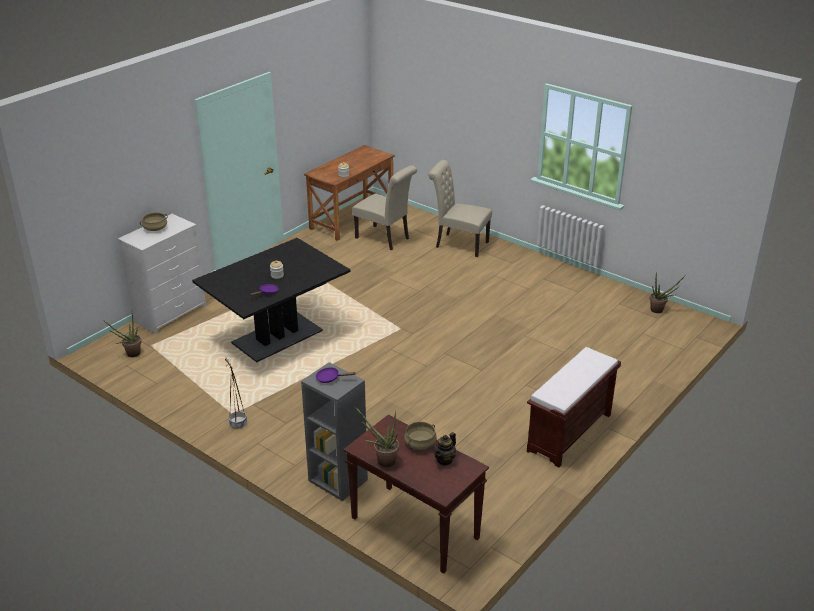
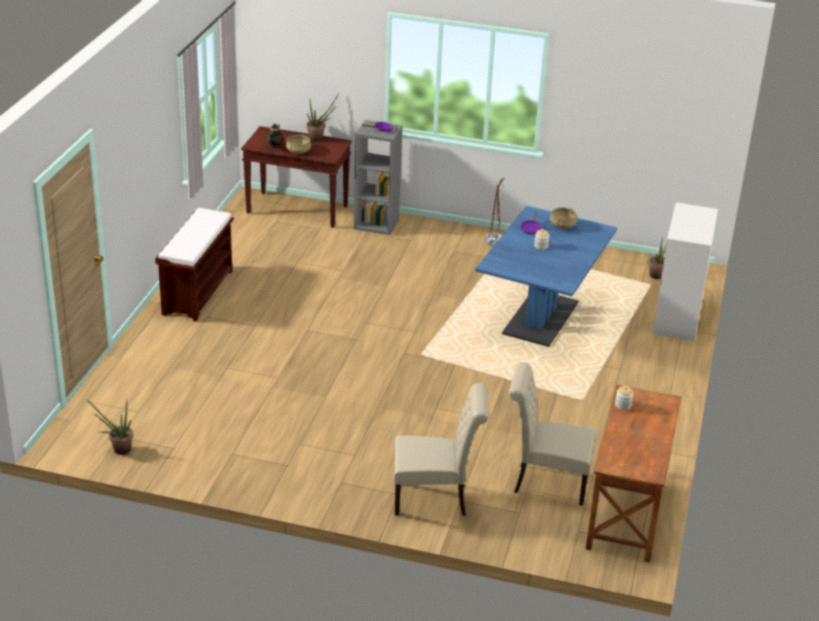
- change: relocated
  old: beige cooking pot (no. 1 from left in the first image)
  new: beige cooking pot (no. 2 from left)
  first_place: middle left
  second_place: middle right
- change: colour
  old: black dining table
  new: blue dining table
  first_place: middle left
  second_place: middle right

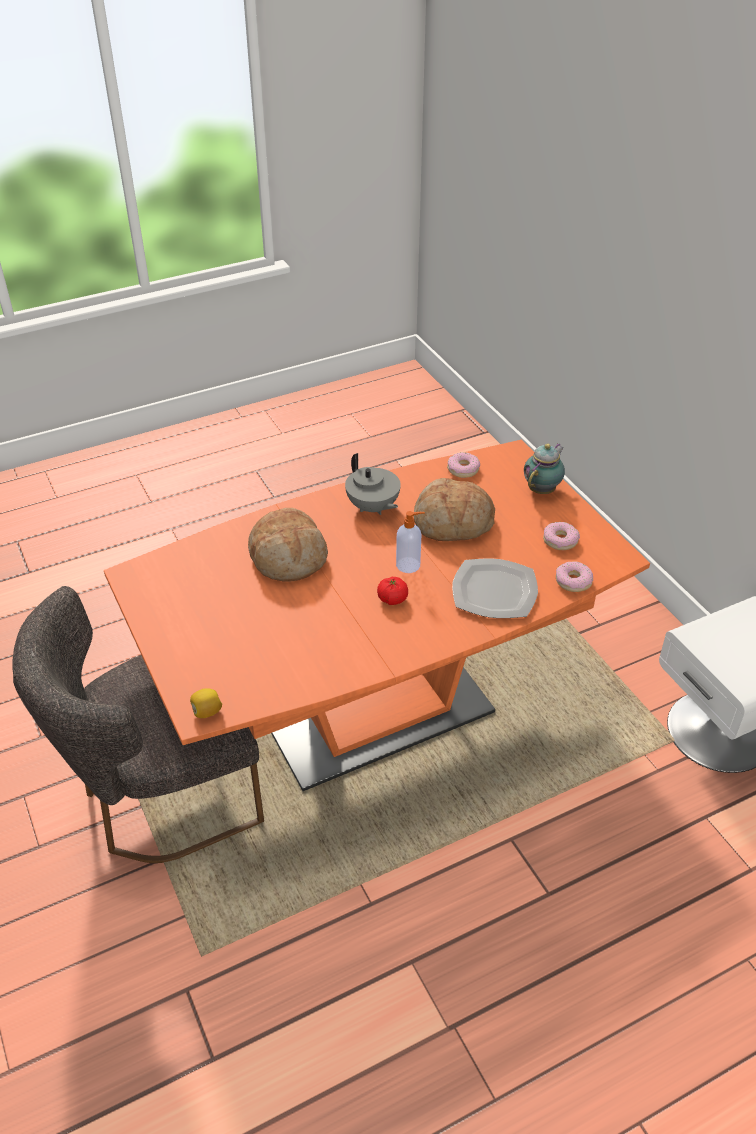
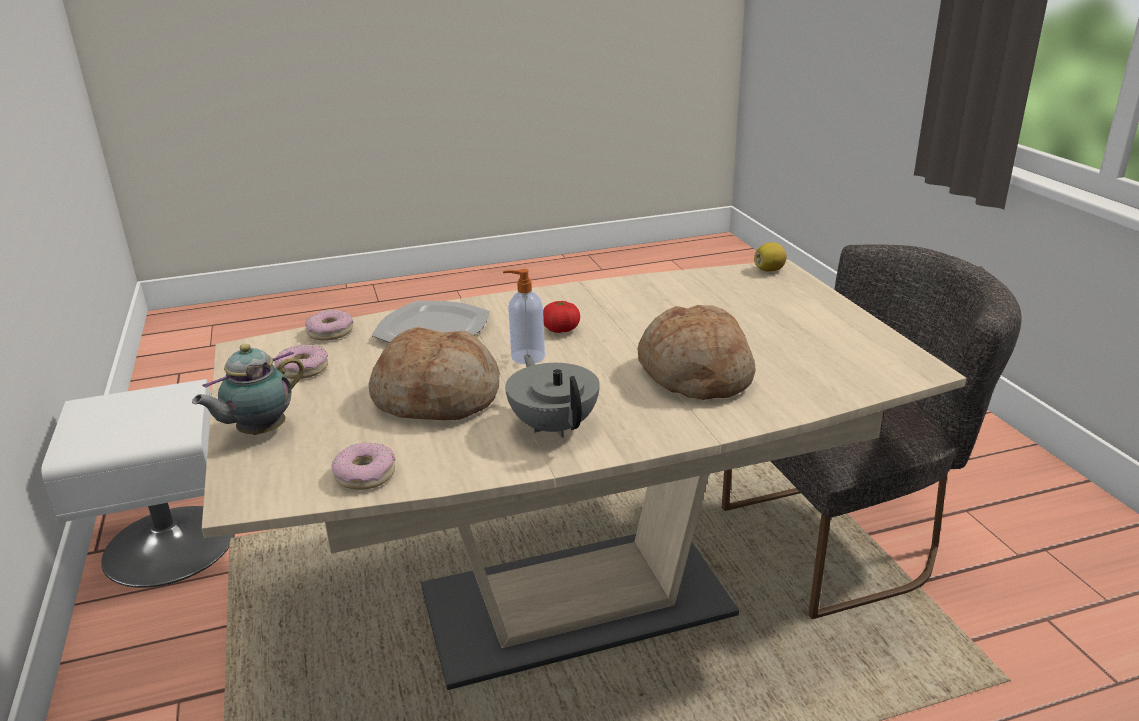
- change: colour
  old: orange dining table
  new: beige dining table
  first_place: centre
  second_place: centre

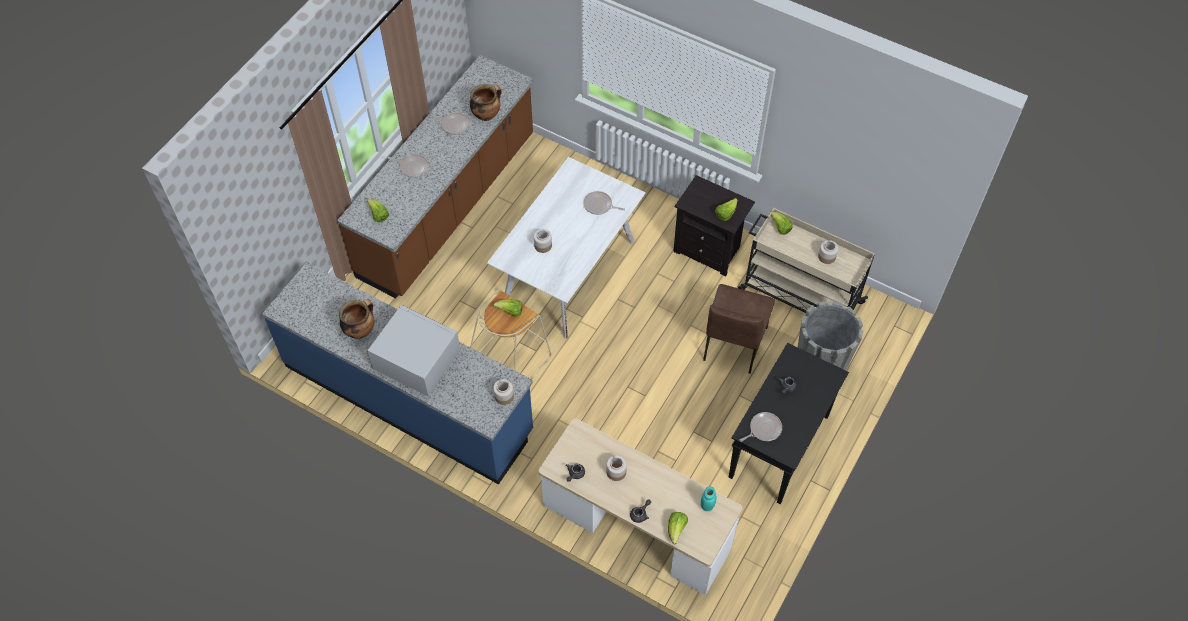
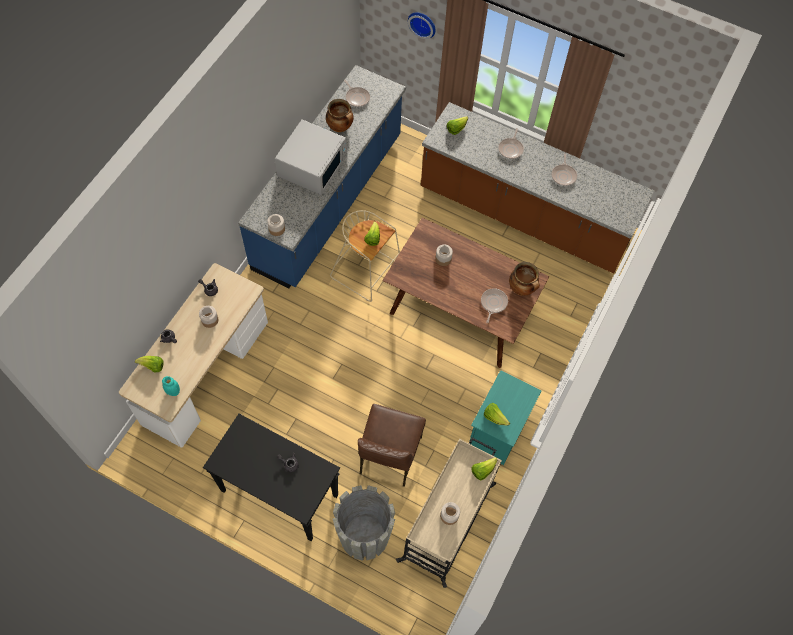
- change: relocated
  old: cooking pot (no. 2 from left)
  first_place: top centre
  second_place: centre
- change: colour
  old: white dining table
  new: brown dining table
  first_place: centre
  second_place: centre
- change: colour
  old: black nightstand
  new: turquoise nightstand
  first_place: centre
  second_place: centre
- change: spun
  old: brown chair
  first_place: centre
  second_place: bottom centre
  degrees: -90
- change: relocated
  old: frying pan (no. 4 from left in the first image)
  new: frying pan (no. 1 from left)
  first_place: bottom centre
  second_place: top centre
- change: appeared
  new: wall clock
  second_place: top centre

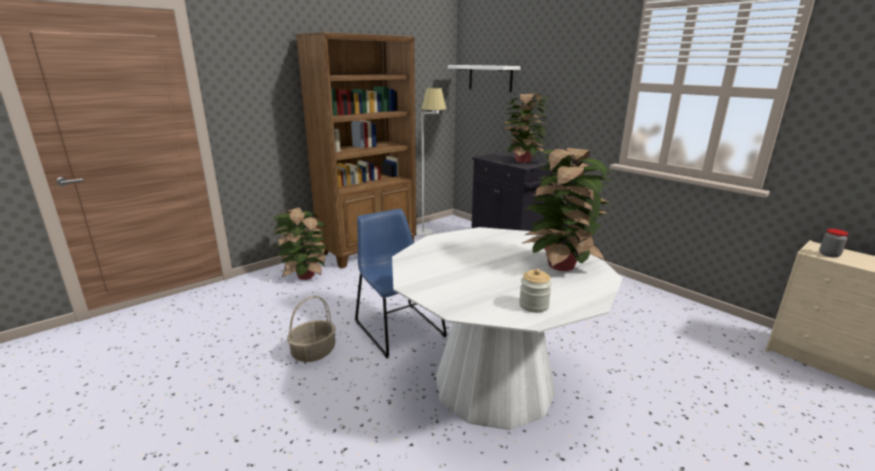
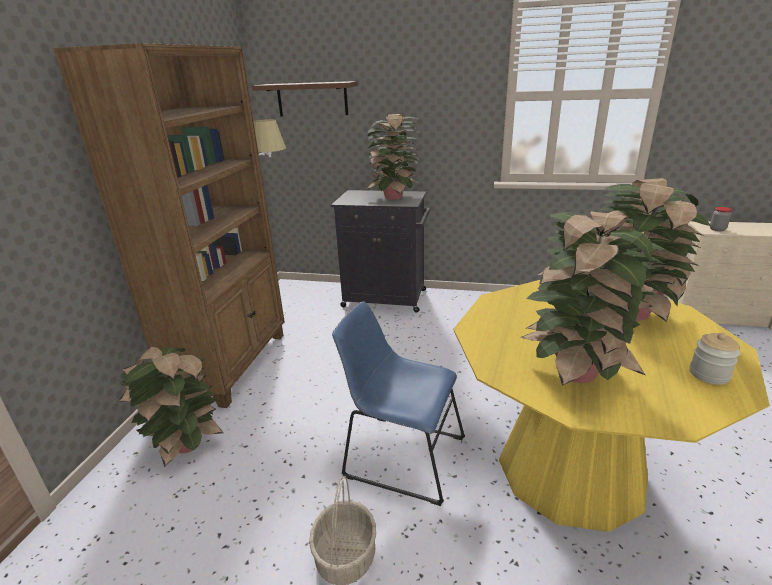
- change: colour
  old: white shelf
  new: brown shelf
  first_place: top centre
  second_place: top centre
- change: colour
  old: white dining table
  new: yellow dining table
  first_place: bottom centre
  second_place: bottom right
- change: appeared
  new: potted plant (no. 3 from left)
  second_place: middle right

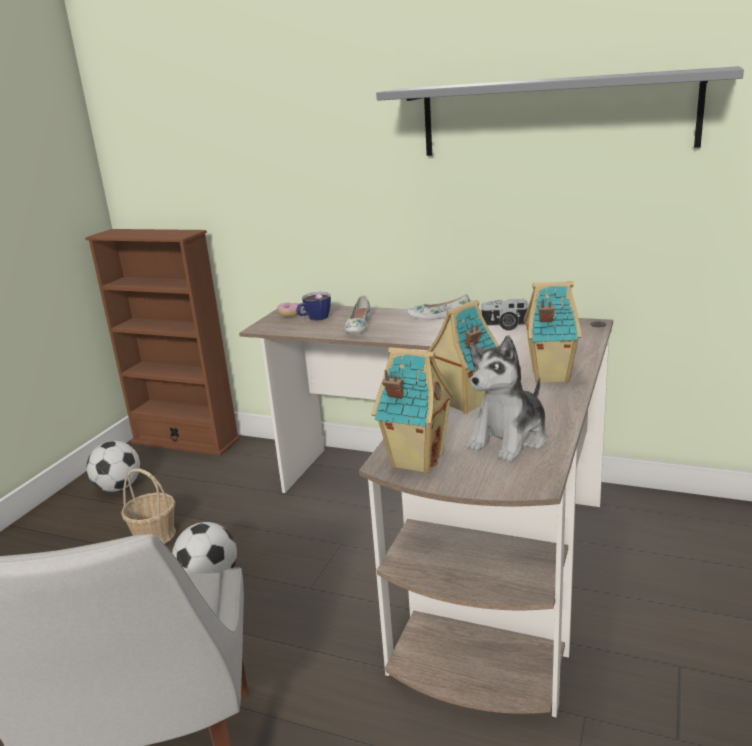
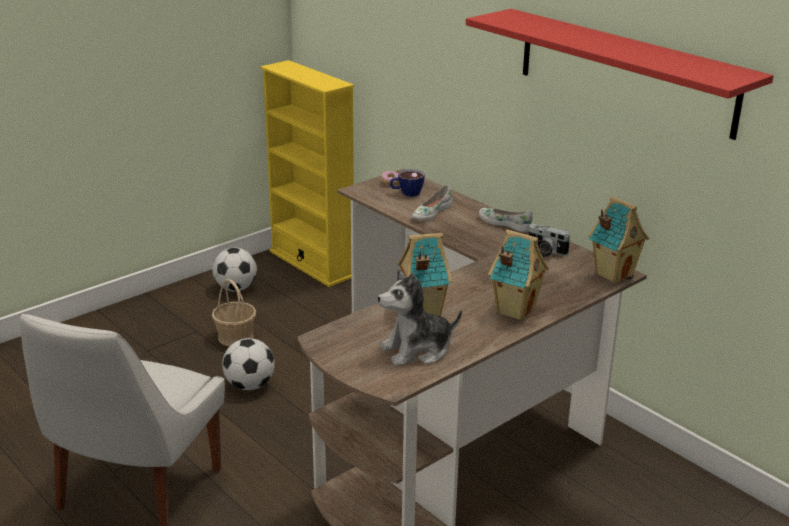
- change: colour
  old: grey shelf
  new: red shelf
  first_place: top right
  second_place: top right
- change: colour
  old: brown bookcase
  new: yellow bookcase
  first_place: middle left
  second_place: top centre
- change: relocated
  old: toy house (no. 1 from left in the first image)
  new: toy house (no. 3 from left)
  first_place: centre
  second_place: middle right

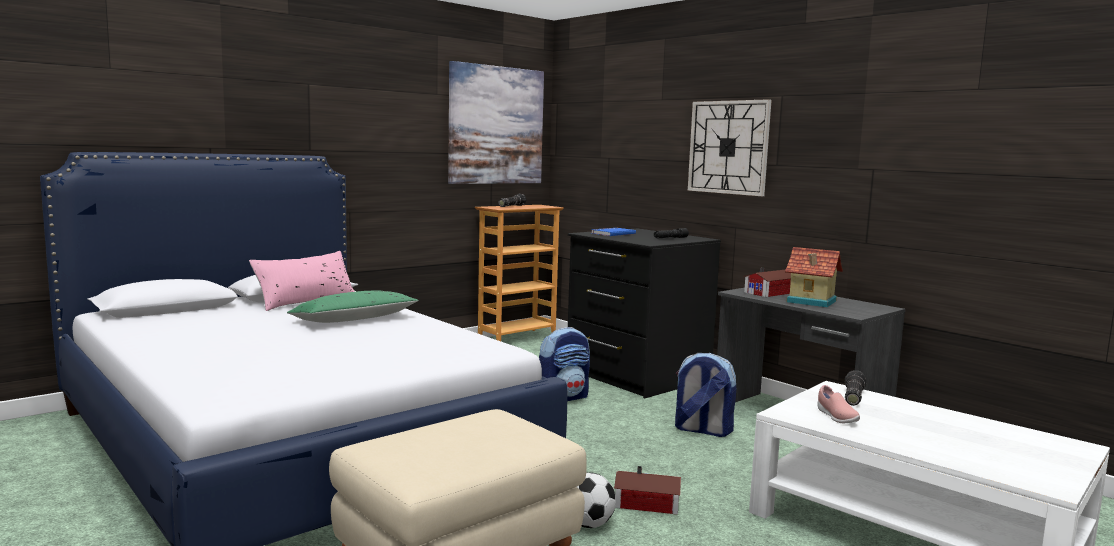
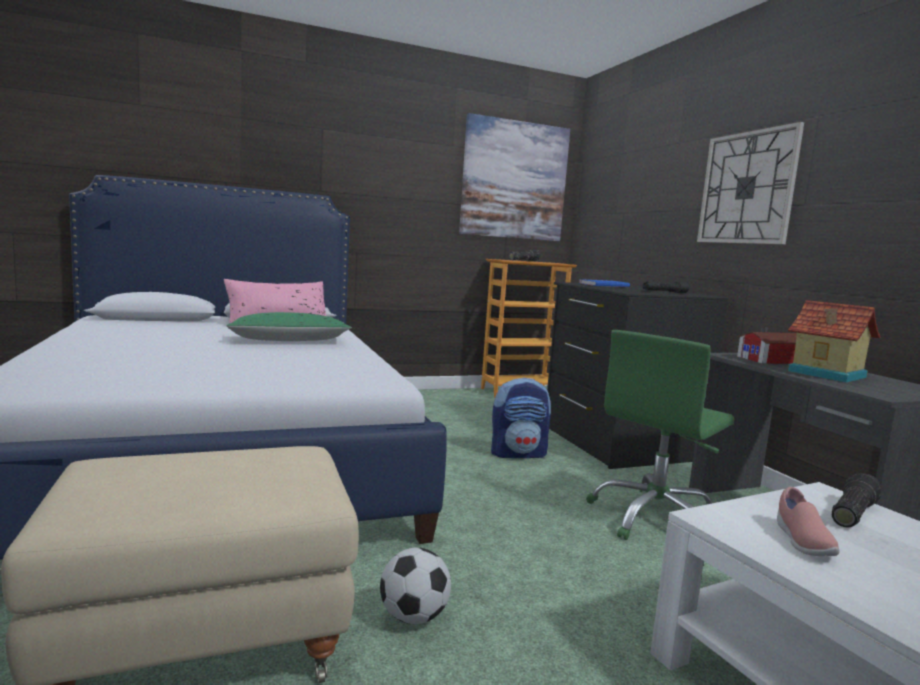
- change: exchanged
  old: backpack (no. 2 from left)
  new: green office chair
  first_place: bottom centre
  second_place: middle right
- change: missing
  old: toy house (no. 1 from left)
  first_place: bottom centre

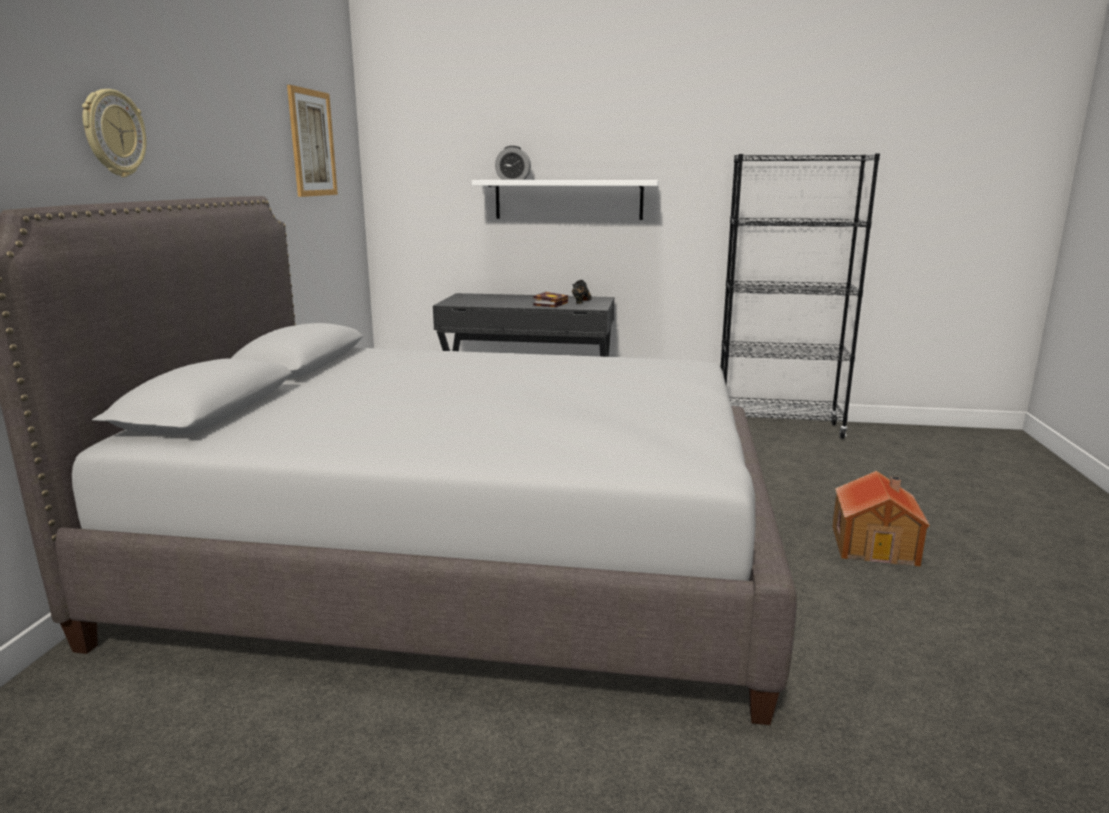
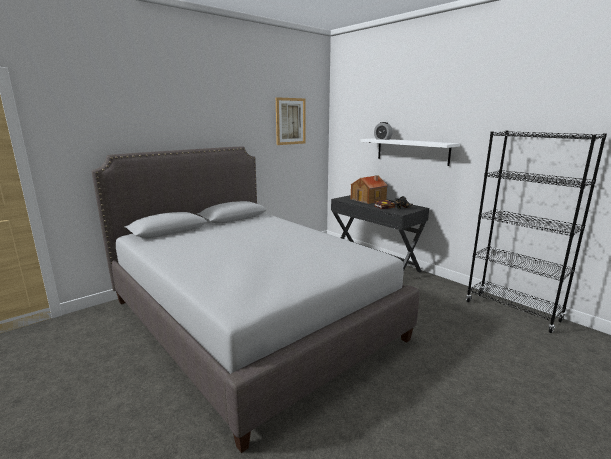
- change: missing
  old: wall clock
  first_place: top left
- change: relocated
  old: toy house
  first_place: middle right
  second_place: centre

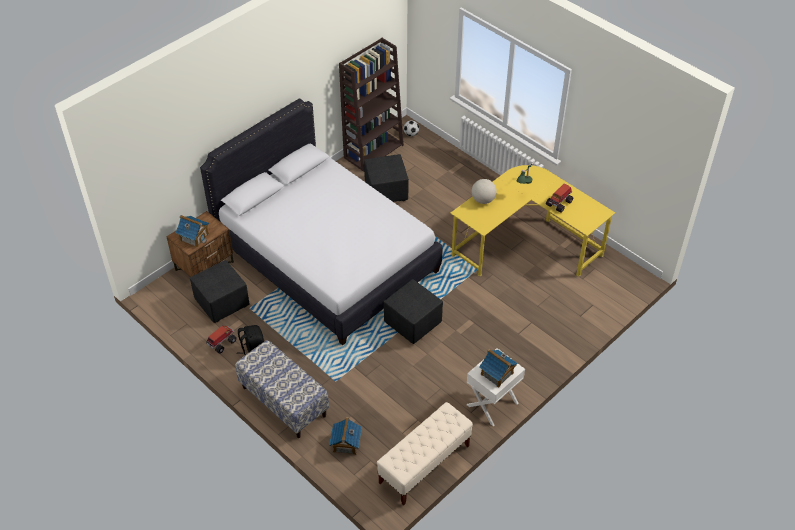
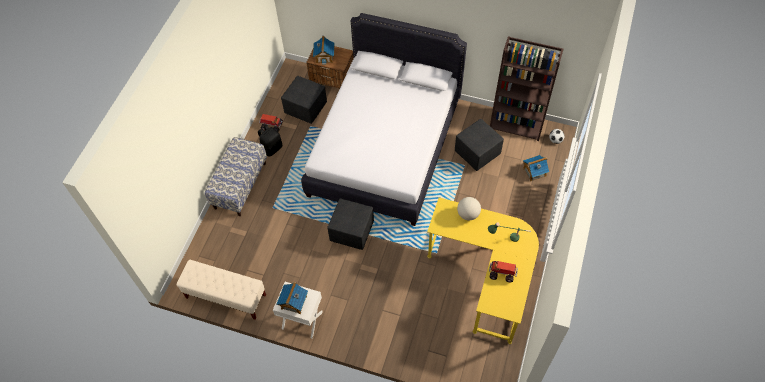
- change: relocated
  old: toy house (no. 2 from left in the first image)
  new: toy house (no. 3 from left)
  first_place: bottom centre
  second_place: middle right

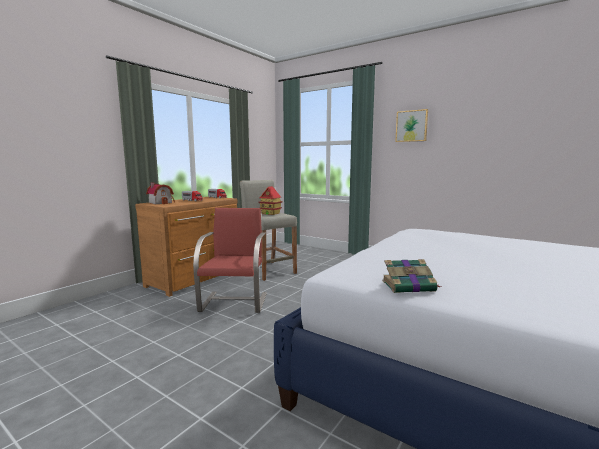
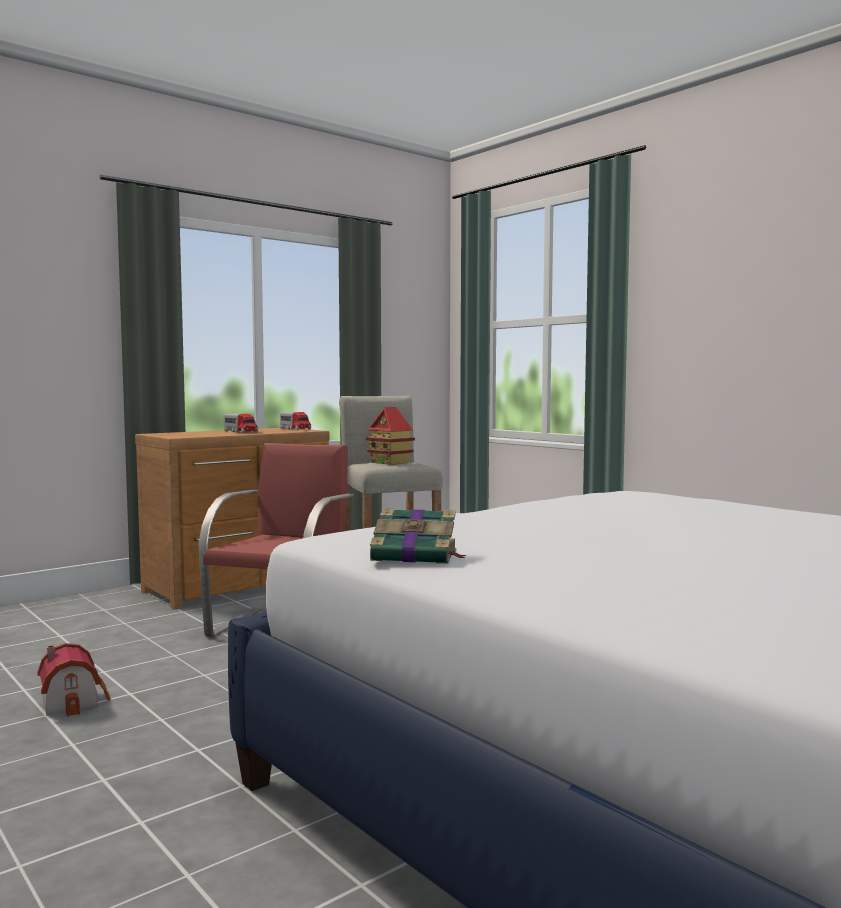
- change: missing
  old: picture
  first_place: top right
- change: relocated
  old: toy house (no. 1 from left)
  first_place: middle left
  second_place: bottom left

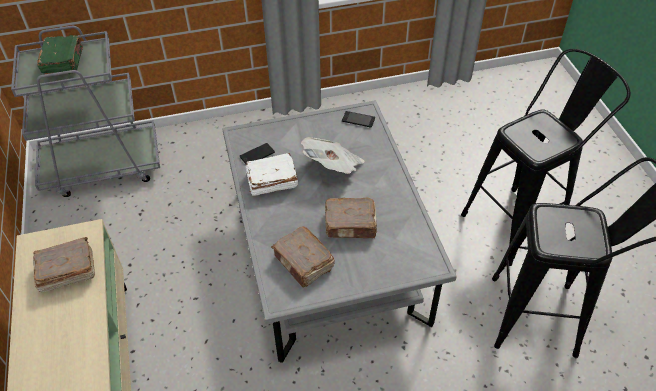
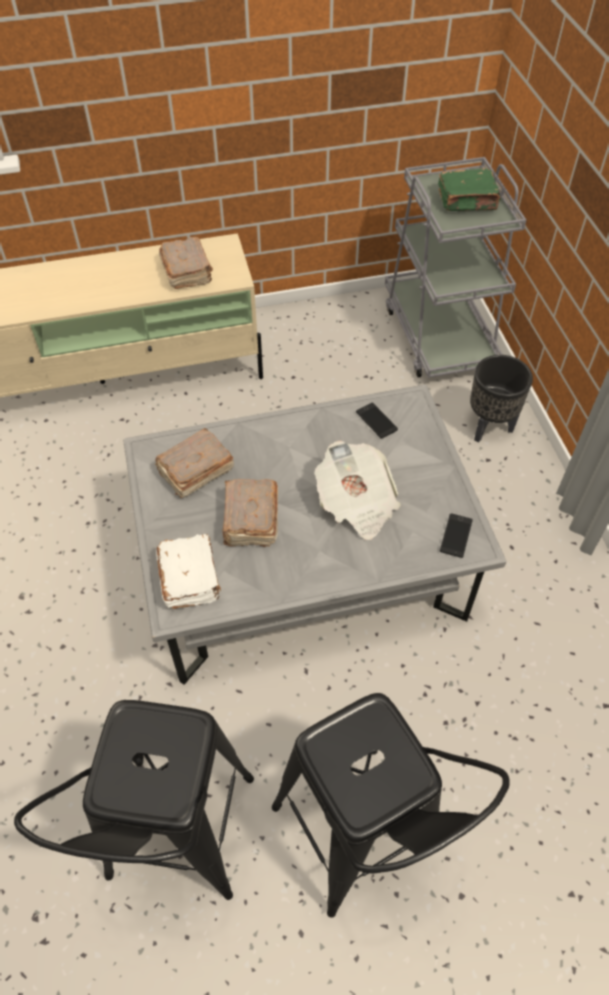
- change: relocated
  old: white book
  first_place: centre
  second_place: middle left
- change: appeared
  new: black planter
  second_place: middle right

